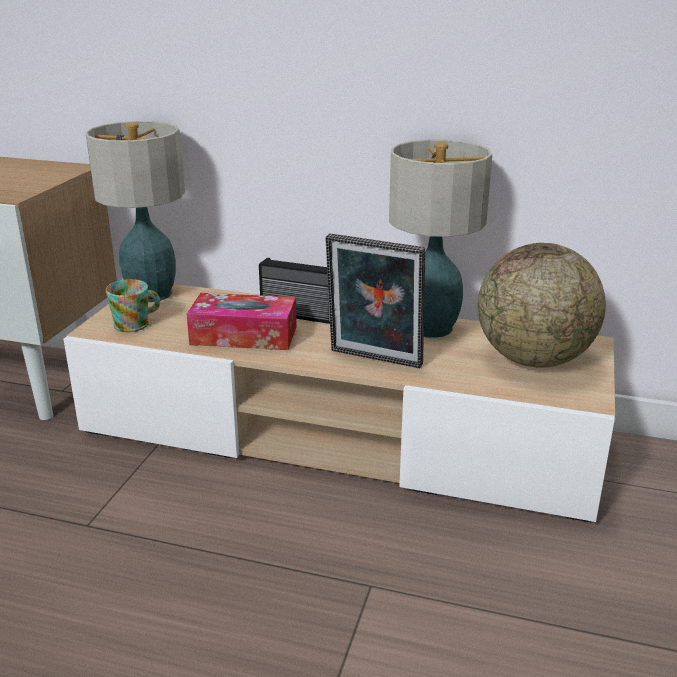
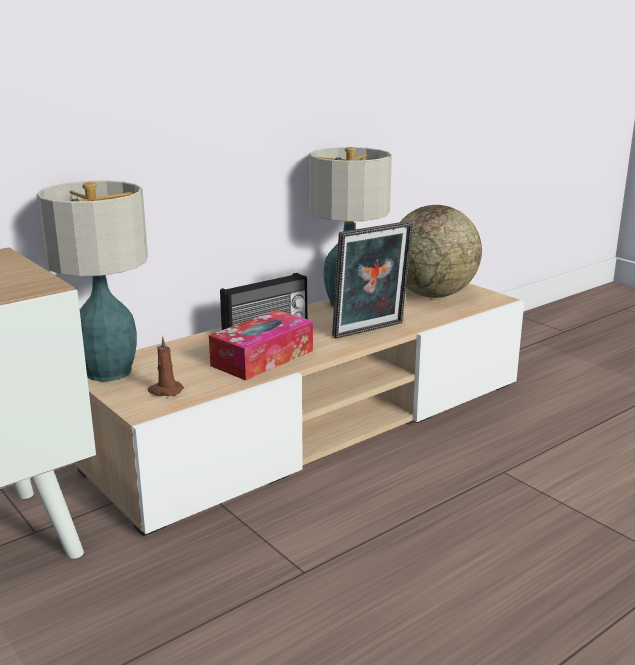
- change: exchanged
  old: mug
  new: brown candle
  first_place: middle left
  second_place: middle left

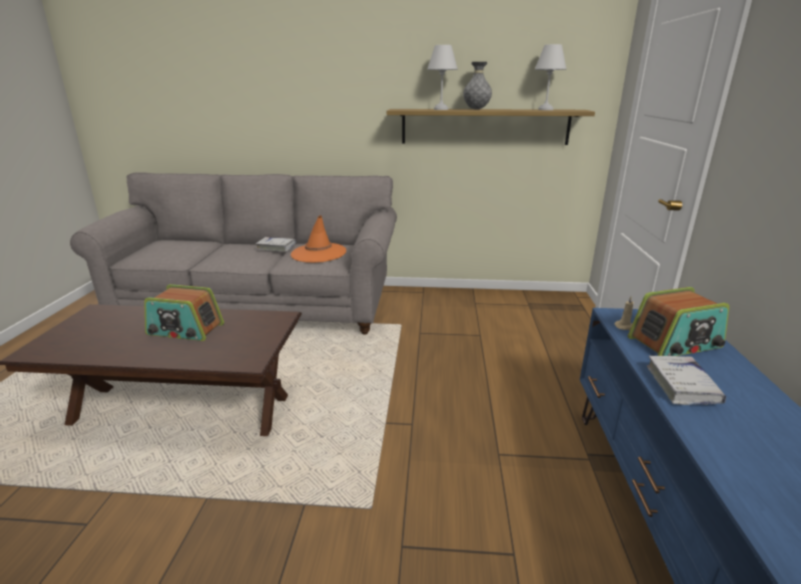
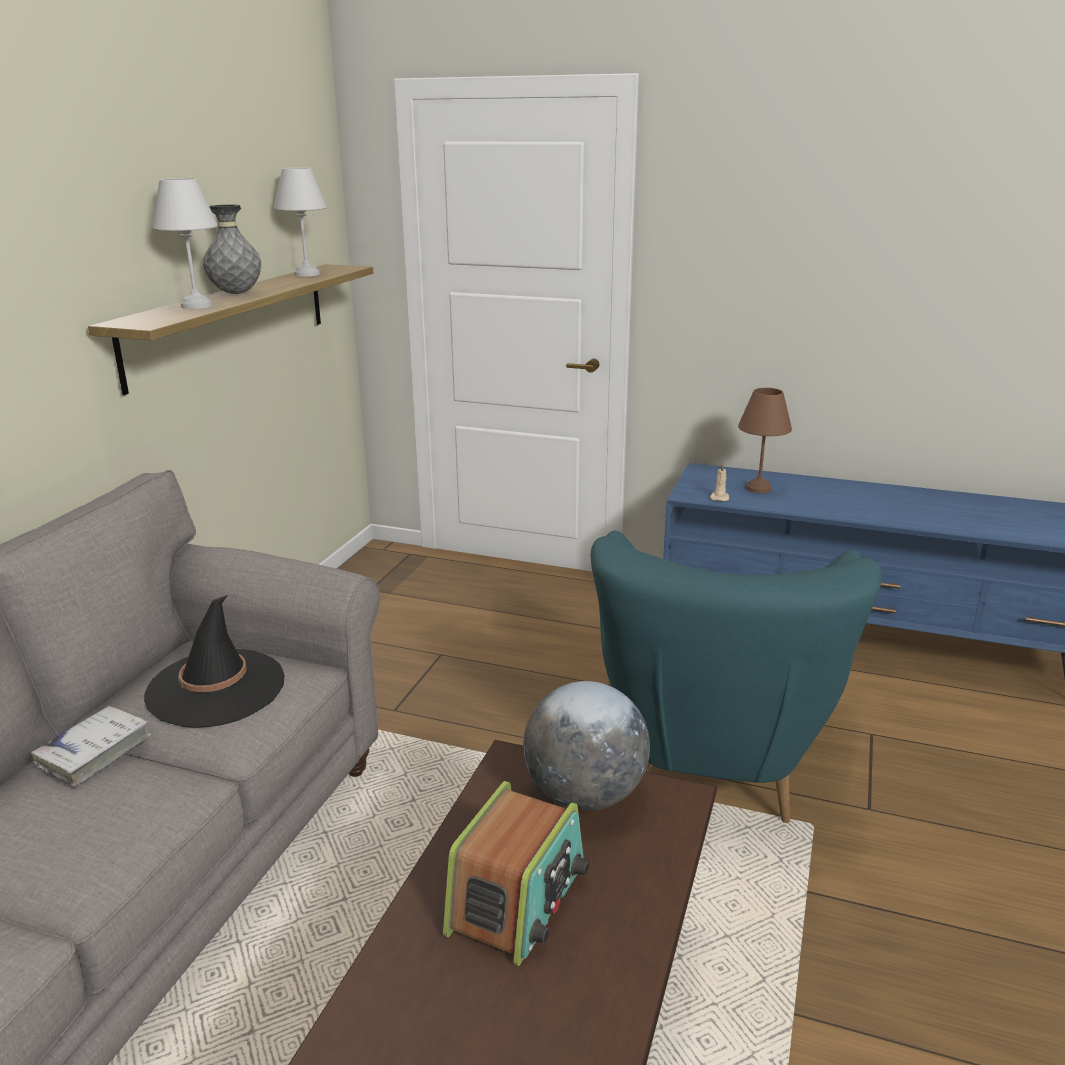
- change: colour
  old: orange hat
  new: black hat
  first_place: centre
  second_place: middle left
- change: exchanged
  old: radio (no. 2 from left)
  new: brown table lamp
  first_place: middle right
  second_place: middle right
- change: missing
  old: white book (no. 2 from left)
  first_place: middle right
- change: appeared
  new: turquoise armchair
  second_place: middle right
- change: appeared
  new: globe
  second_place: bottom centre

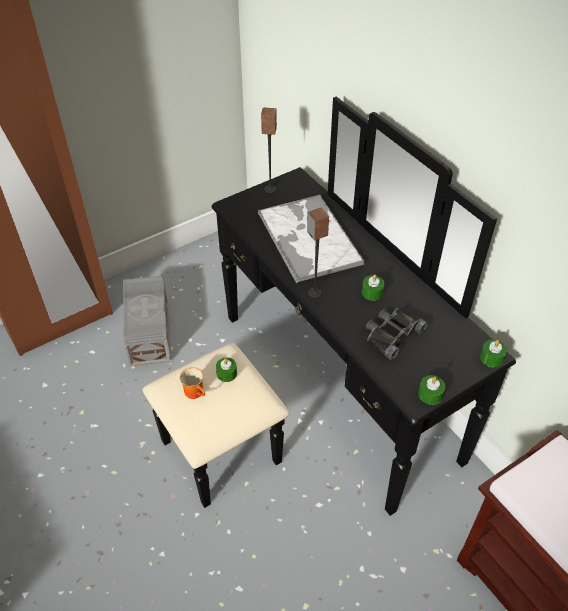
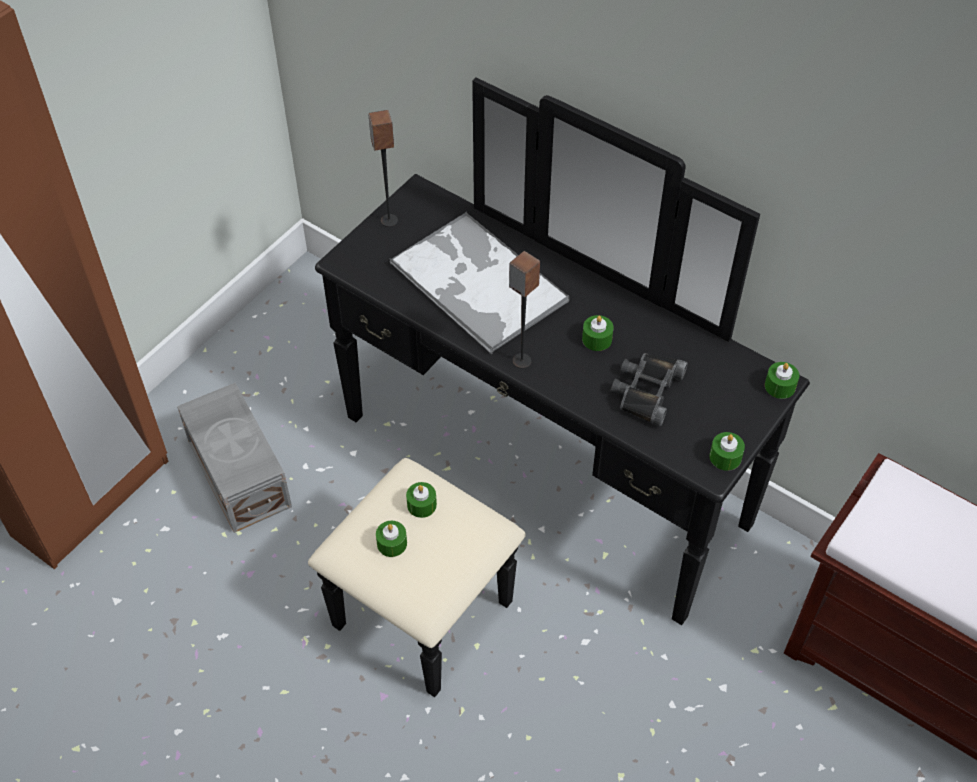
- change: exchanged
  old: mug
  new: green candle (no. 1 from left)
  first_place: centre
  second_place: bottom centre

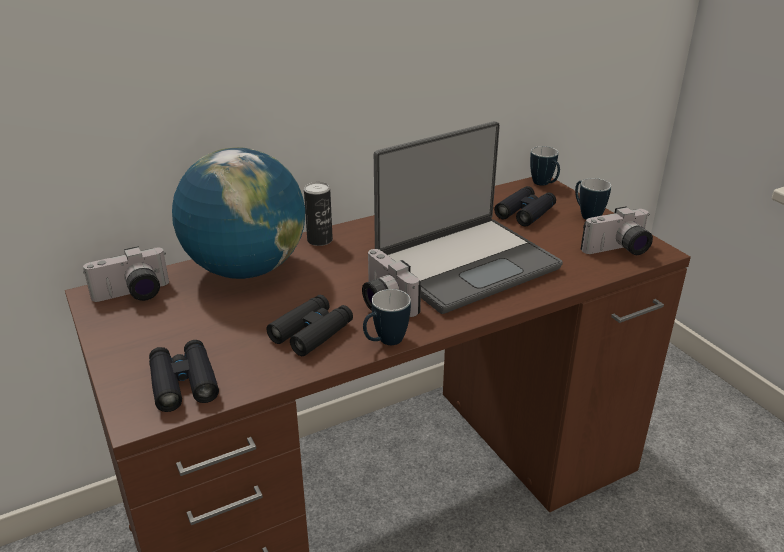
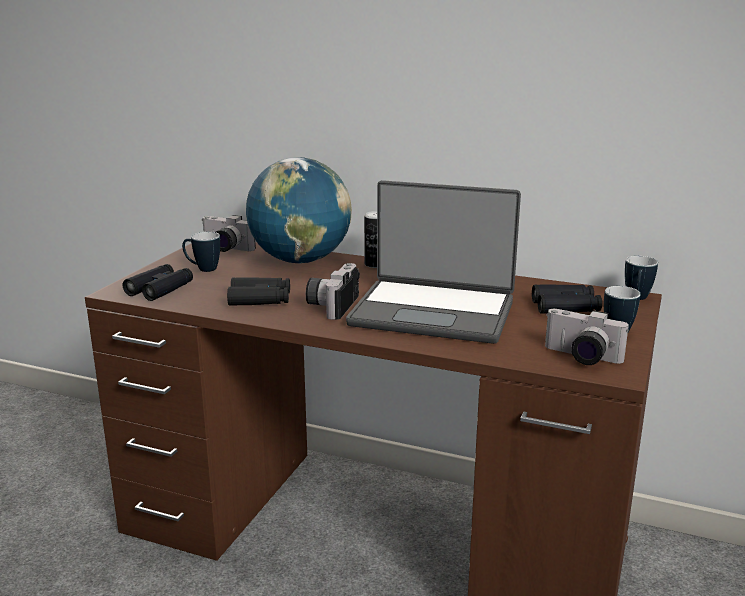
- change: relocated
  old: mug (no. 1 from left)
  first_place: centre
  second_place: middle left

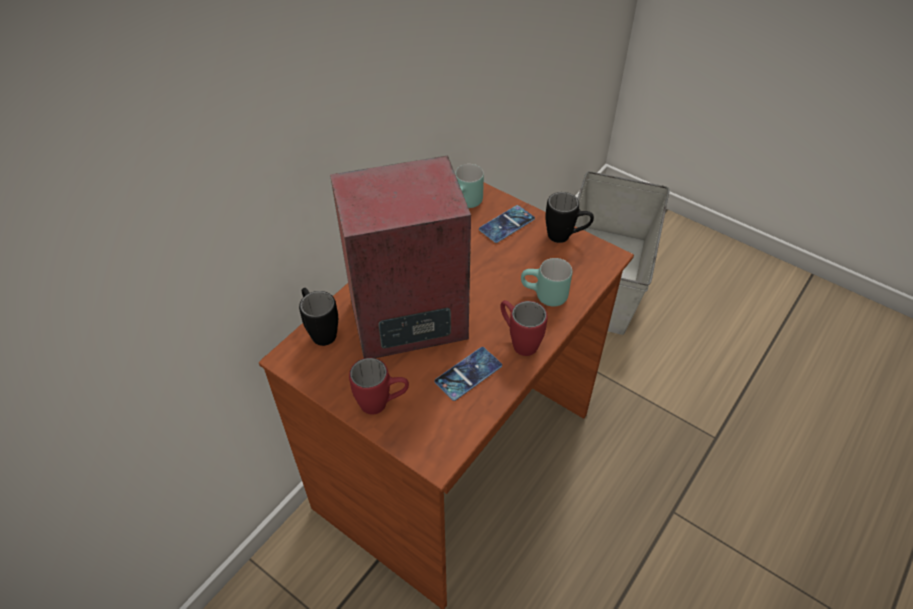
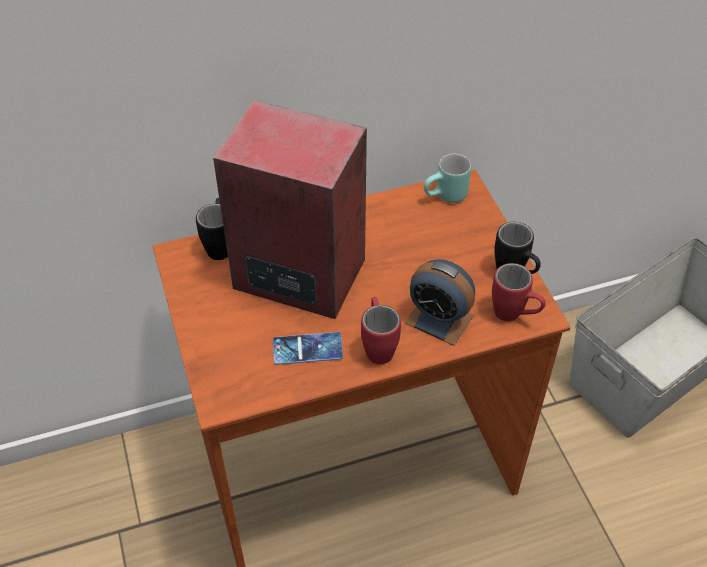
- change: missing
  old: phone (no. 2 from left)
  first_place: centre
- change: exchanged
  old: turquoise mug (no. 2 from left)
  new: alarm clock
  first_place: centre
  second_place: centre
- change: relocated
  old: red mug (no. 1 from left in the first image)
  new: red mug (no. 2 from left)
  first_place: centre
  second_place: middle right

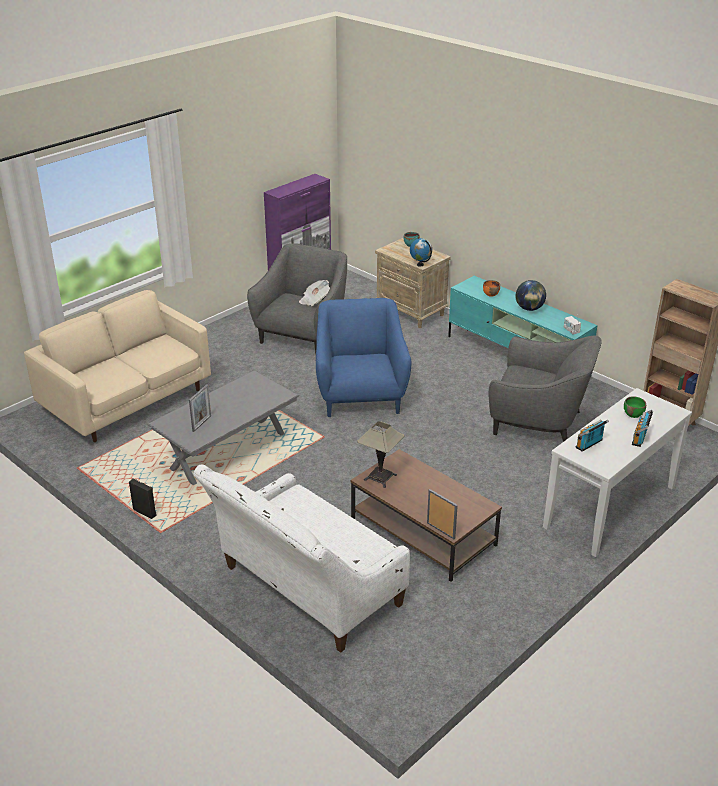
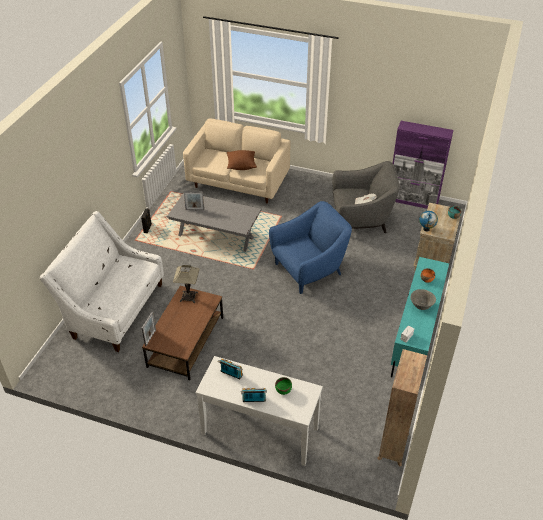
- change: exchanged
  old: globe (no. 2 from left)
  new: grey bowl
  first_place: middle right
  second_place: middle right
- change: missing
  old: grey armchair (no. 2 from left)
  first_place: middle right
- change: appeared
  new: brown pillow
  second_place: top centre

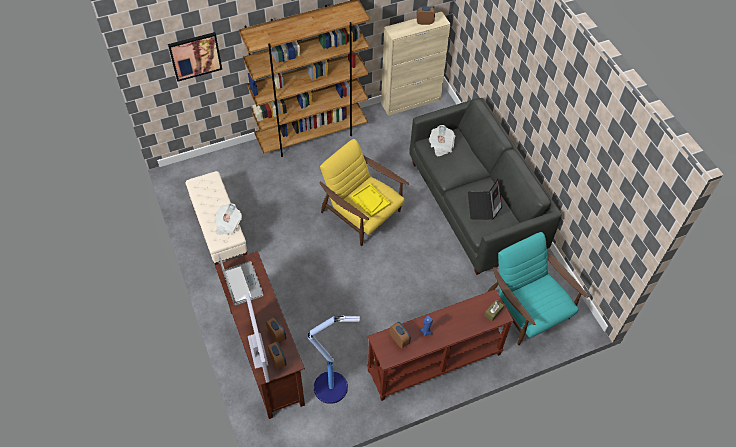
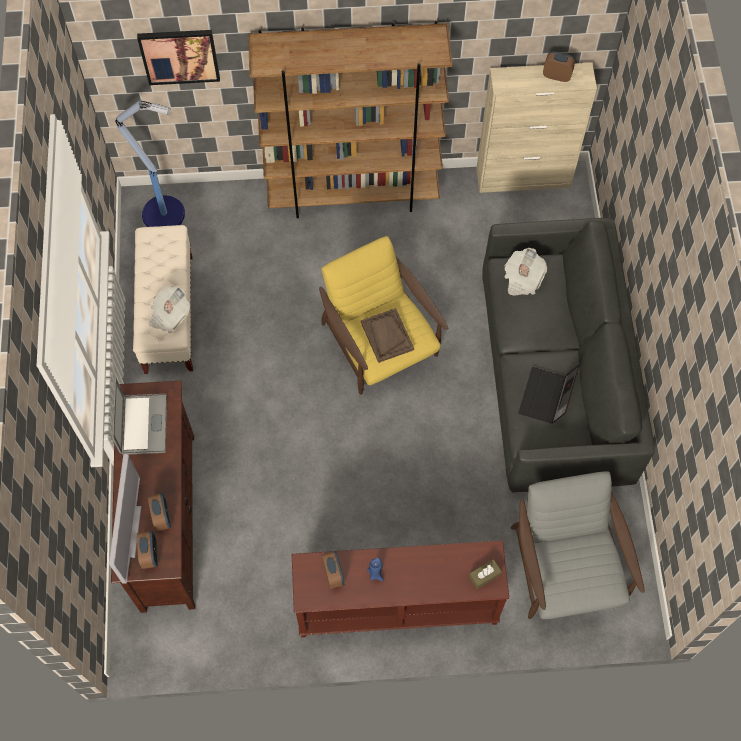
- change: colour
  old: yellow tray
  new: brown tray
  first_place: centre
  second_place: centre
- change: colour
  old: turquoise armchair
  new: grey armchair
  first_place: middle right
  second_place: bottom right
- change: relocated
  old: floor lamp
  first_place: bottom centre
  second_place: top left

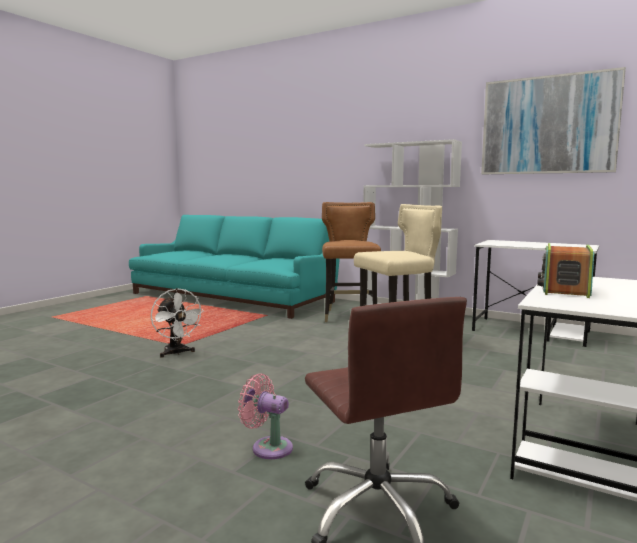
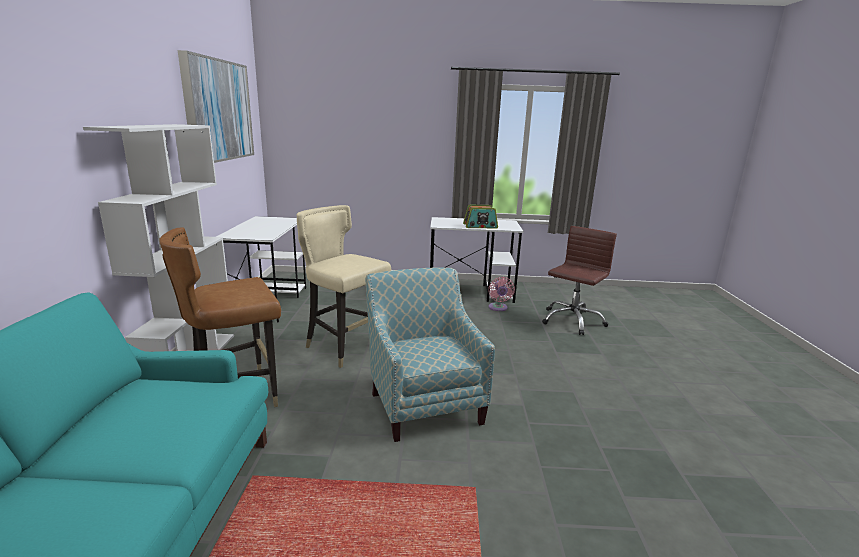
- change: missing
  old: white fan
  first_place: middle left
- change: relocated
  old: pink fan
  first_place: bottom centre
  second_place: centre
- change: appeared
  new: armchair
  second_place: centre

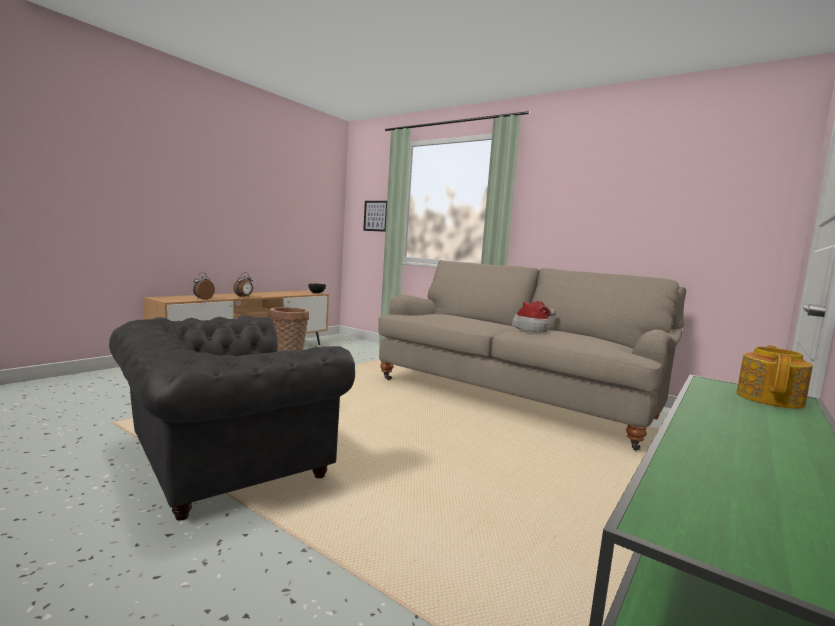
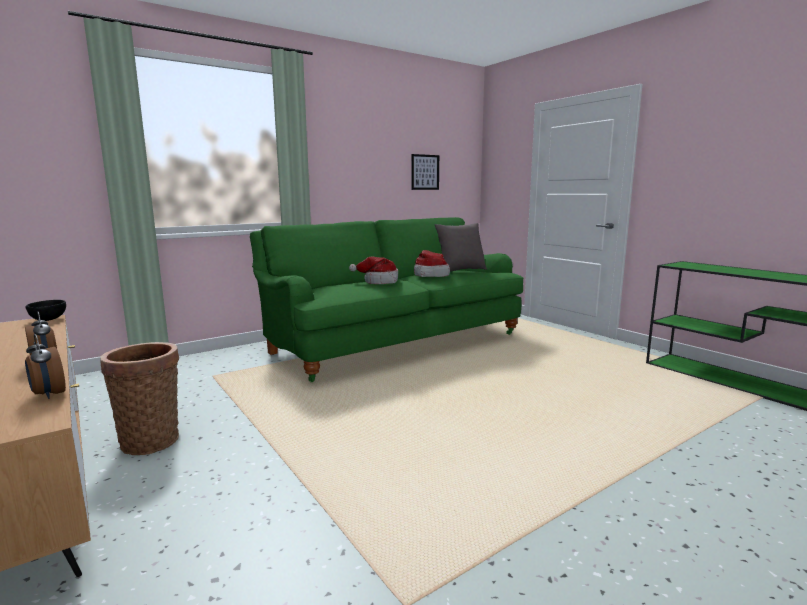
- change: relocated
  old: picture
  first_place: centre
  second_place: top centre
- change: colour
  old: beige sofa
  new: green sofa
  first_place: centre
  second_place: centre
- change: missing
  old: grey armchair
  first_place: bottom left
- change: missing
  old: teapot
  first_place: middle right
- change: appeared
  new: grey pillow
  second_place: centre
- change: appeared
  new: hat (no. 1 from left)
  second_place: centre

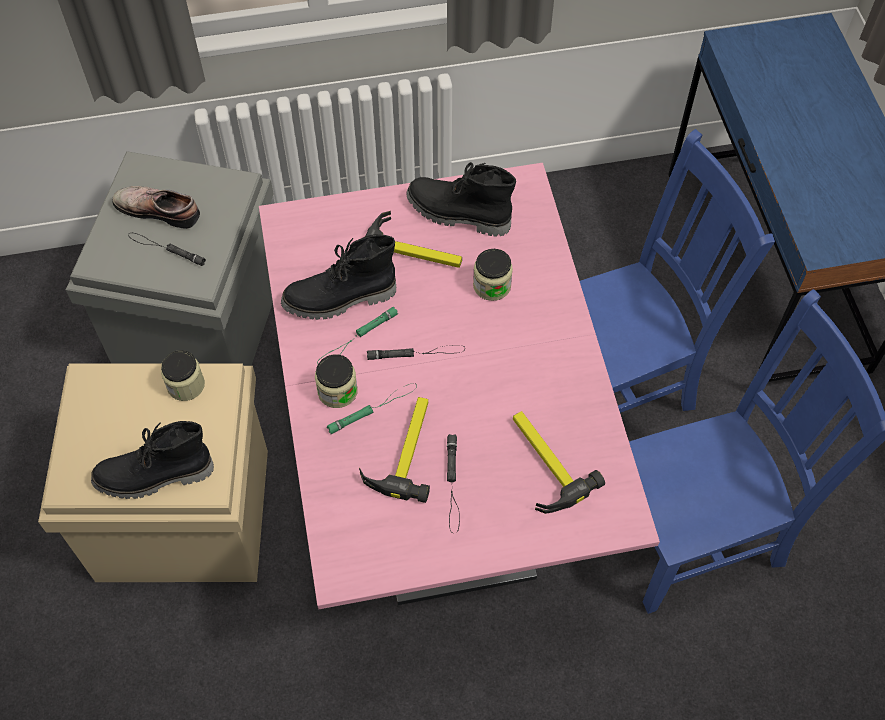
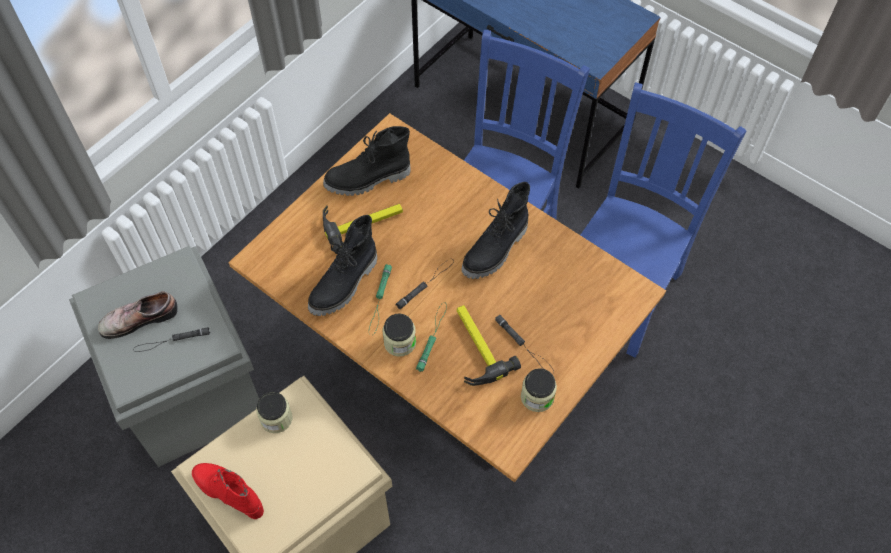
- change: colour
  old: pink dining table
  new: brown dining table
  first_place: centre
  second_place: centre
- change: relocated
  old: jar (no. 3 from left)
  first_place: centre
  second_place: bottom centre
- change: missing
  old: hammer (no. 3 from left)
  first_place: centre
- change: relocated
  old: black boot (no. 1 from left in the first image)
  new: black boot (no. 3 from left)
  first_place: middle left
  second_place: centre
- change: appeared
  new: red boot
  second_place: bottom left

